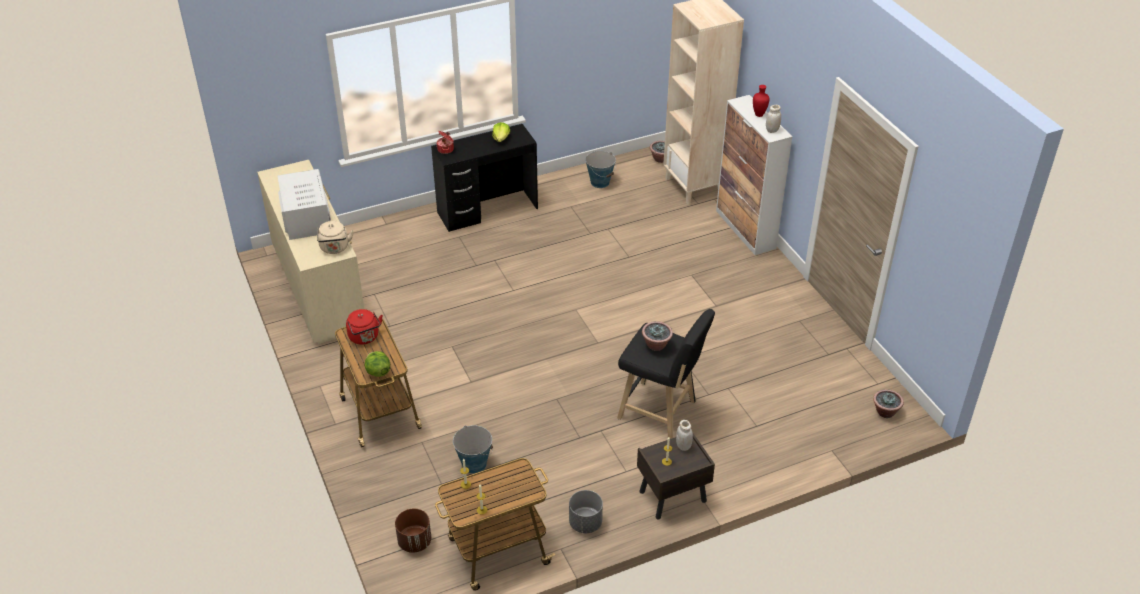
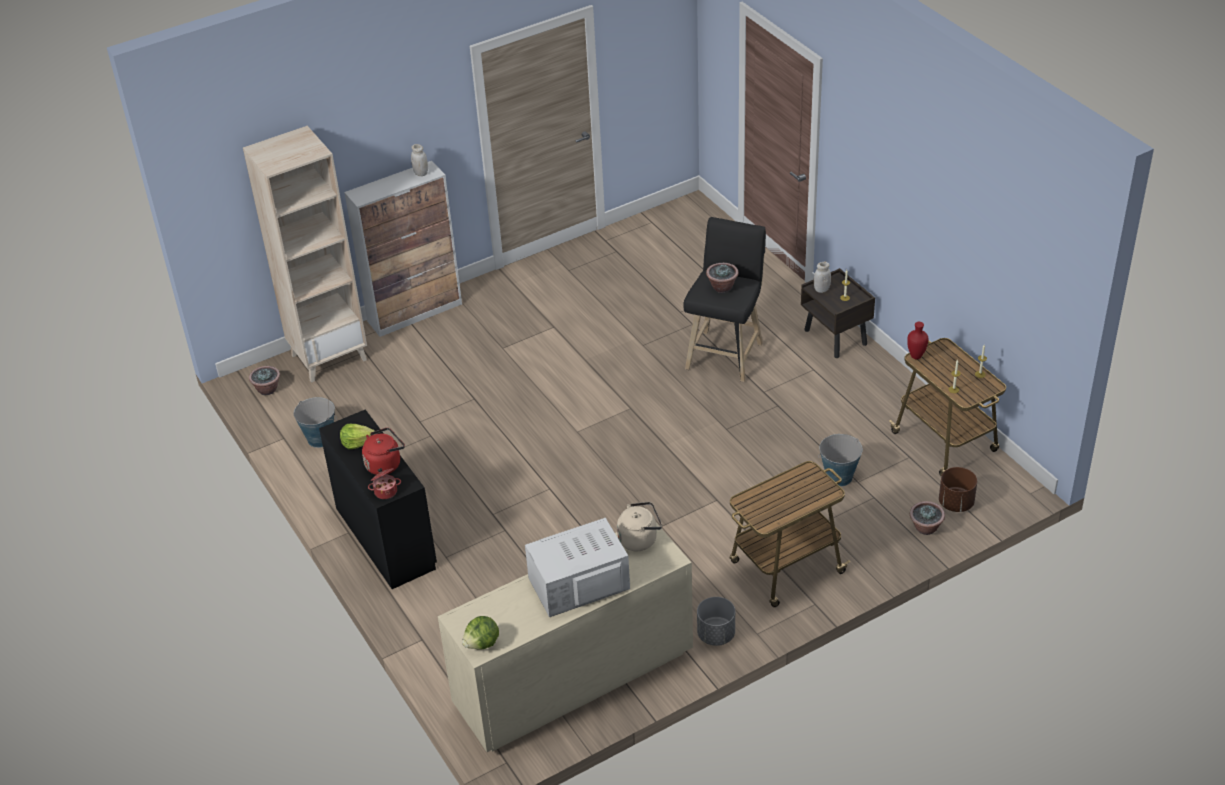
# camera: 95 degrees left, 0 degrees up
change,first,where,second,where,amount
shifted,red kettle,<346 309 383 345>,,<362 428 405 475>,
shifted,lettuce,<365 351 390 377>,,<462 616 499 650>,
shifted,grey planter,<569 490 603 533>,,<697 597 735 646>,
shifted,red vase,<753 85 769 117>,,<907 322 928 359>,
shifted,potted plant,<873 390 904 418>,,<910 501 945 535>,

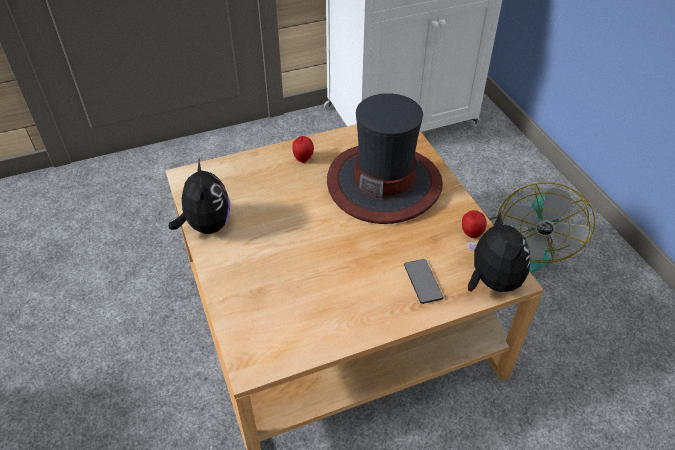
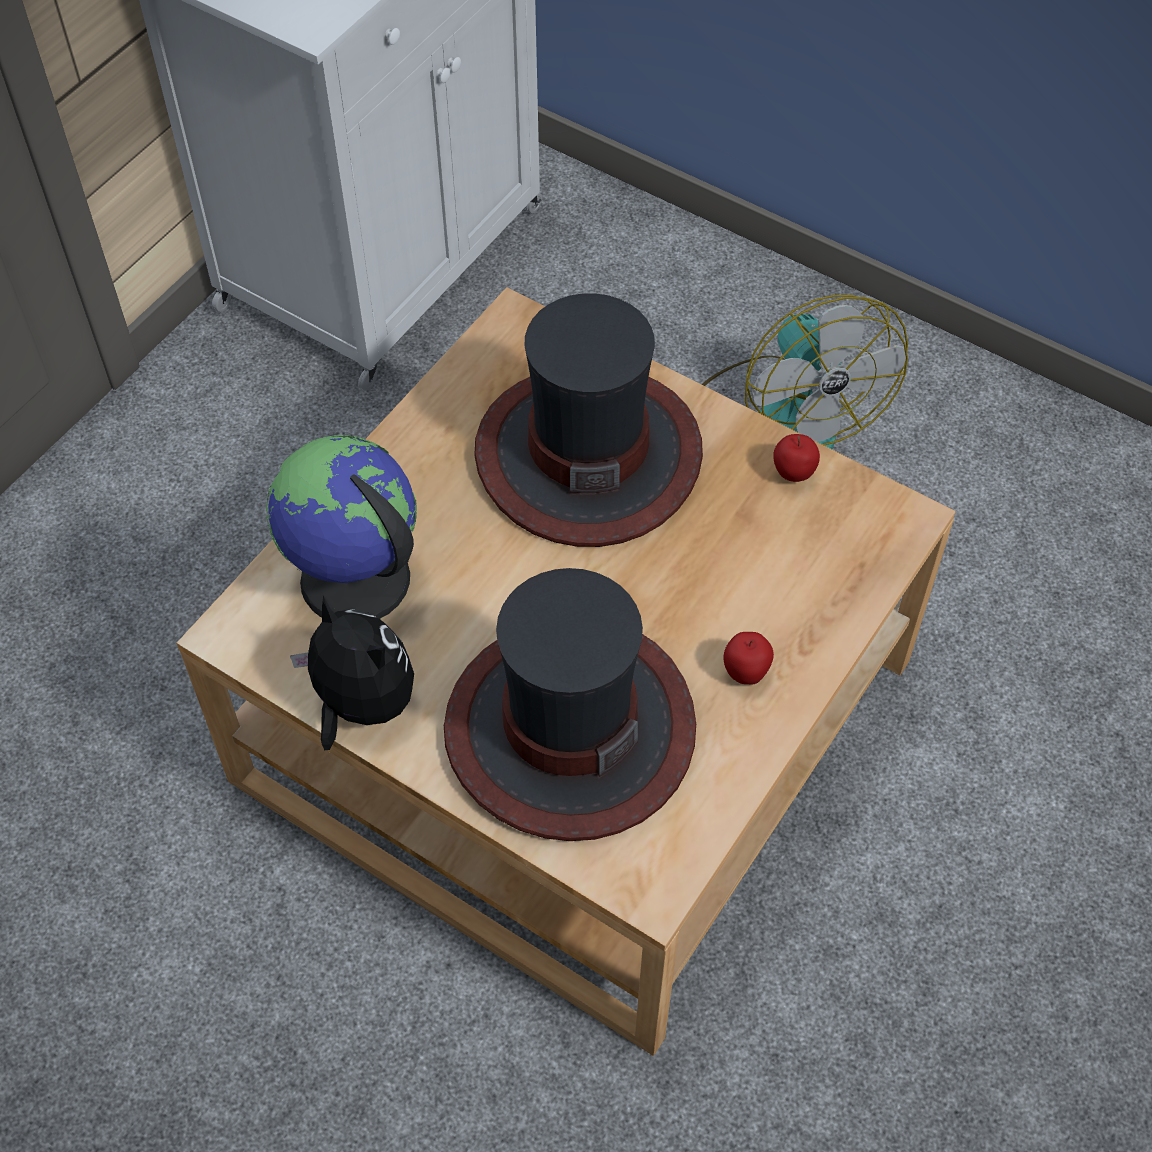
# camera: 35 degrees left, 10 degrees up
change,first,where,second,where,amount
new,,,globe,<266 435 417 619>,
new,,,hat,<444 568 696 841>,
shifted,apple,<292 136 314 163>,,<723 632 774 684>,
gone,phone,<404 259 443 304>,,,
gone,plush toy,<467 212 530 292>,,,

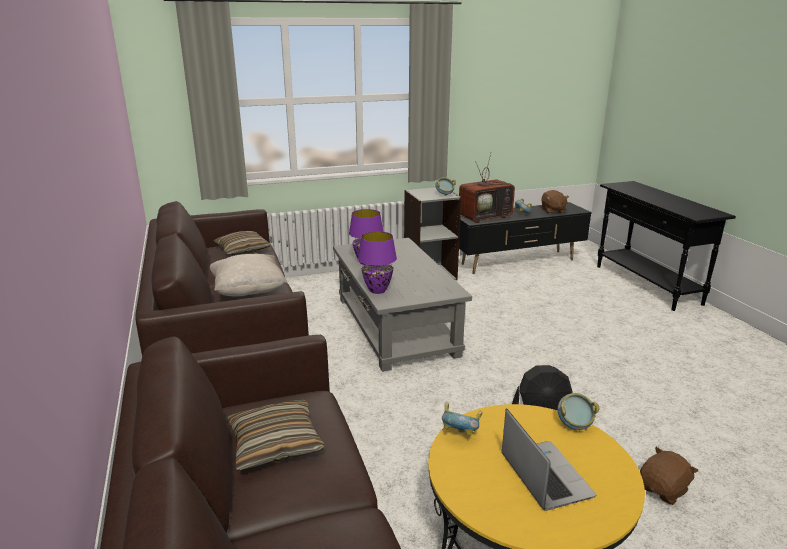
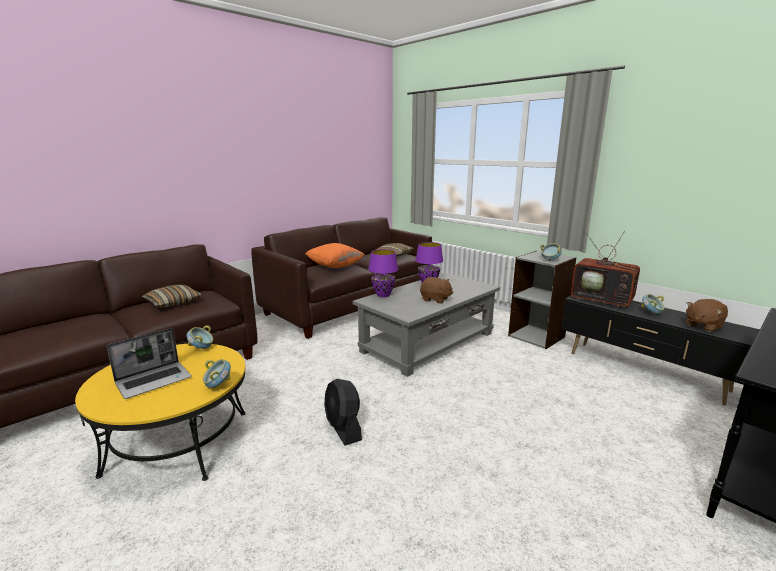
# camera: 65 degrees right, 5 degrees down
change,first,where,second,where,amount
repainted,beige pillow,<210 254 287 296>,orange pillow,<305 243 365 268>,
shifted,brown plush toy,<640 447 698 505>,,<420 277 454 304>,

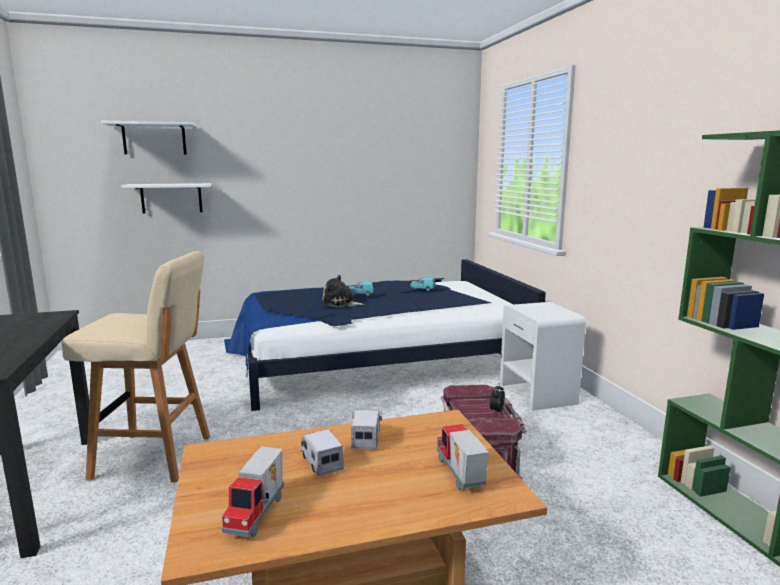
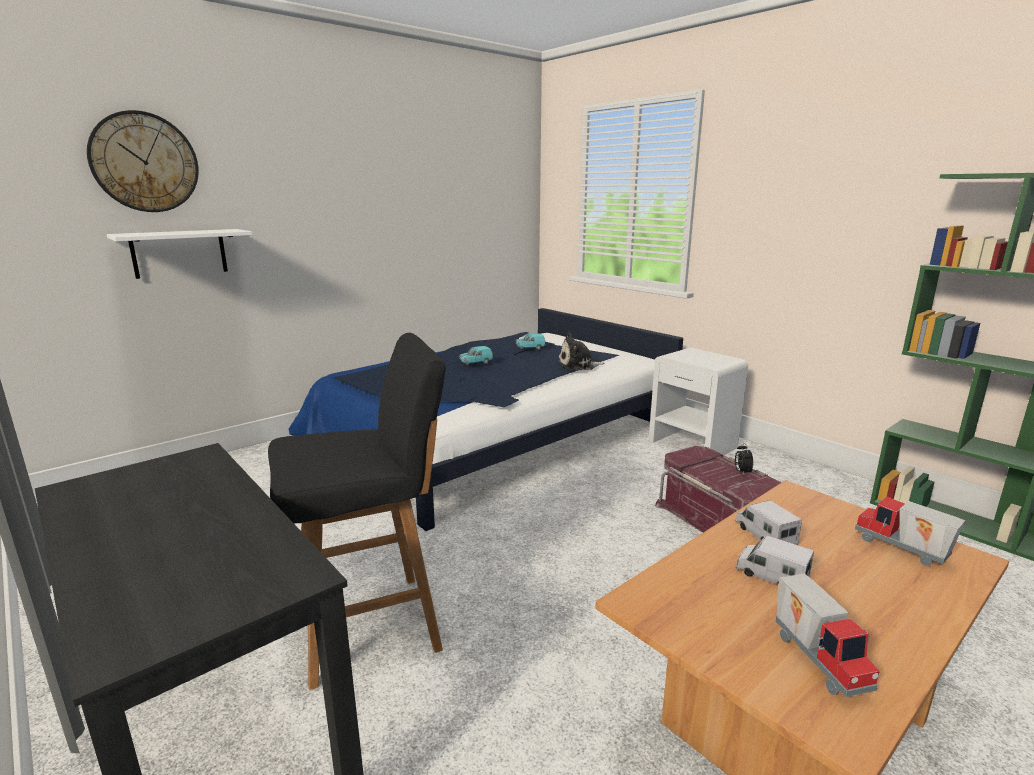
# camera: 25 degrees left, 5 degrees up
change,first,where,second,where,amount
swapped,white shelf,<101 121 196 155>,wall clock,<87 110 199 212>,
repainted,beige stool,<62 251 210 483>,black stool,<268 333 446 690>,
shifted,plush toy,<321 275 365 308>,,<558 332 605 370>,

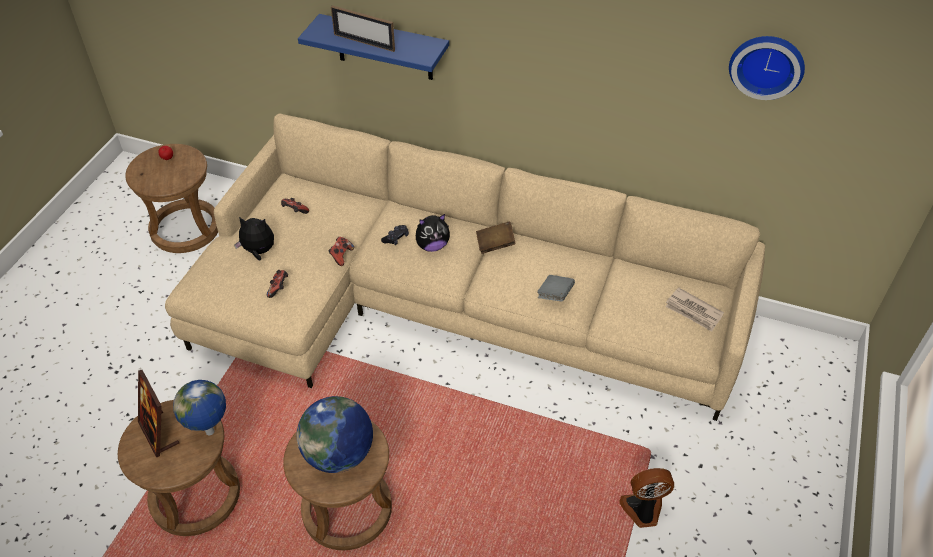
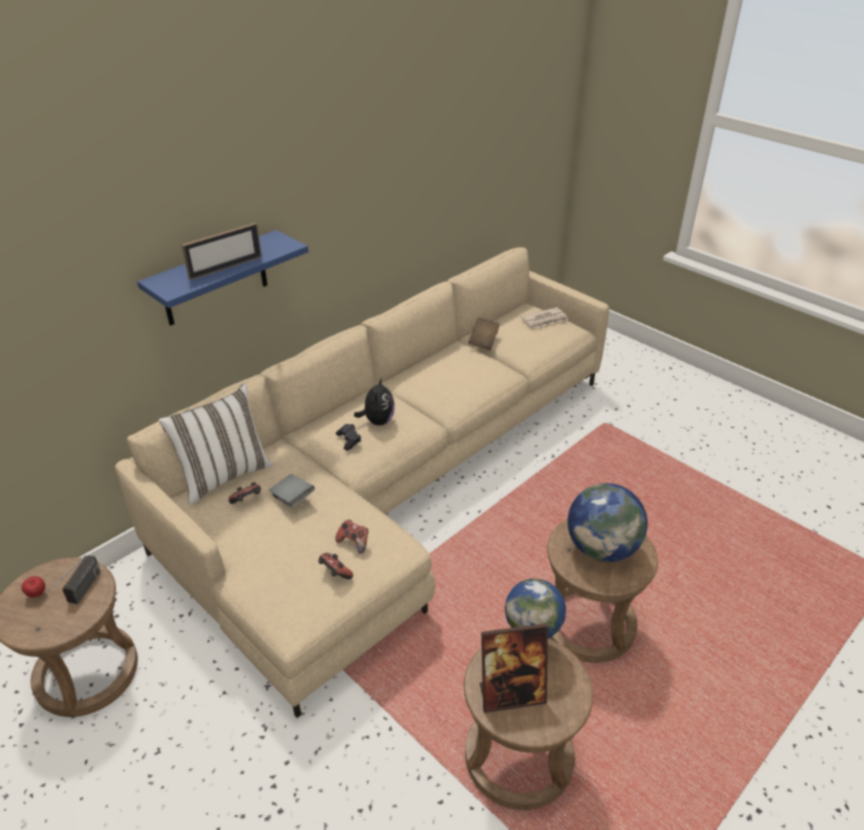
# camera: 65 degrees left, 10 degrees down
change,first,where,second,where,amount
new,,,radio,<43 555 101 604>,
new,,,white pillow,<158 384 273 505>,
shifted,grey book,<537 275 575 301>,,<269 474 315 508>,
shifted,game controller,<328 237 354 266>,,<318 553 353 579>,
shifted,brown book,<476 221 516 254>,,<468 318 500 350>,
gone,plush toy,<234 217 274 260>,,,
gone,fan,<620 468 674 528>,,,
gone,wall clock,<729 36 805 100>,,,

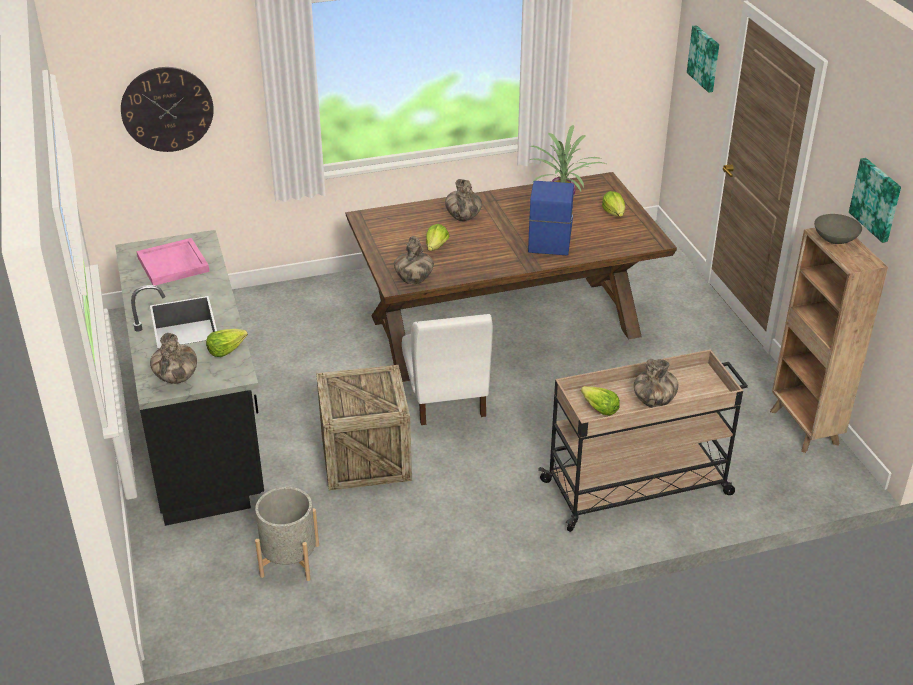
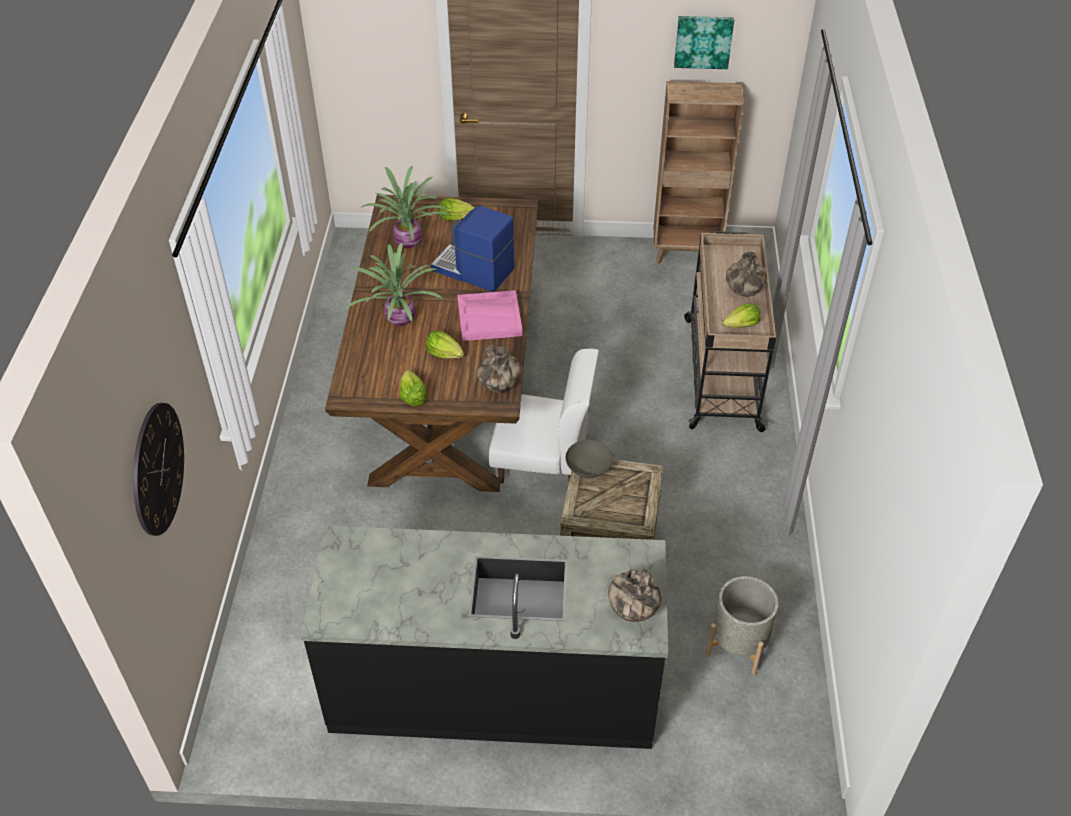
# camera: 70 degrees left, 10 degrees up
change,first,where,second,where,amount
swapped,vase,<445 179 482 221>,potted plant,<344 243 443 326>,
shifted,lettuce,<206 329 248 357>,,<400 370 428 406>,
shifted,pink tray,<137 238 210 286>,,<457 290 523 341>,
shifted,grey bowl,<814 214 862 244>,,<566 440 613 478>,
gone,picture,<687 25 719 93>,,,

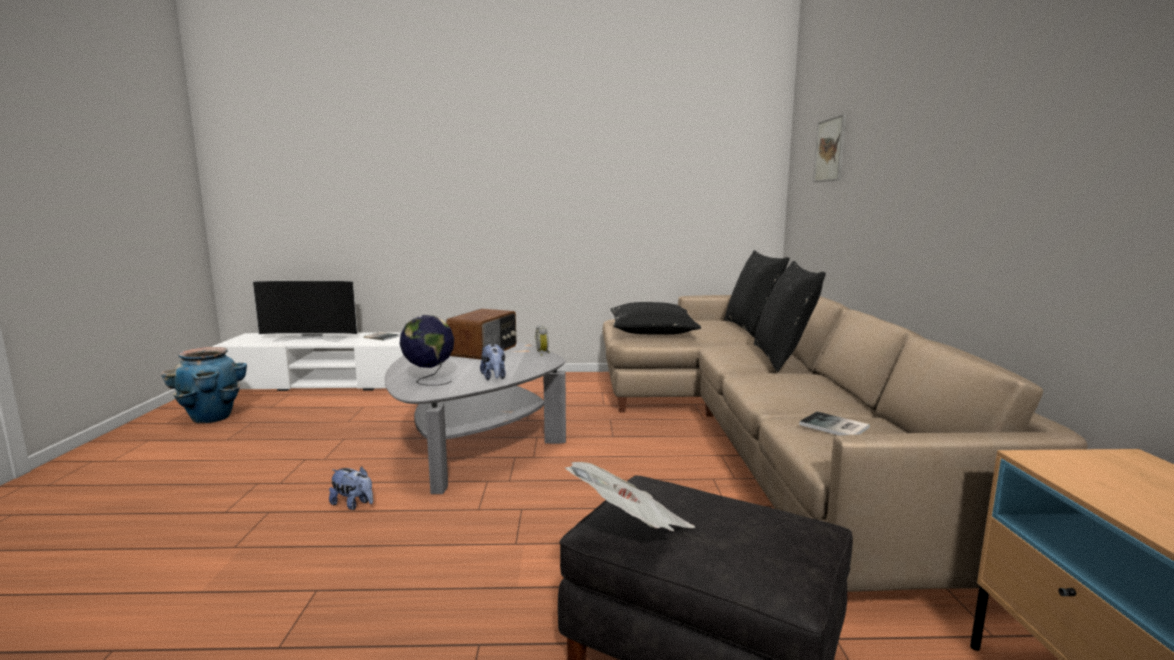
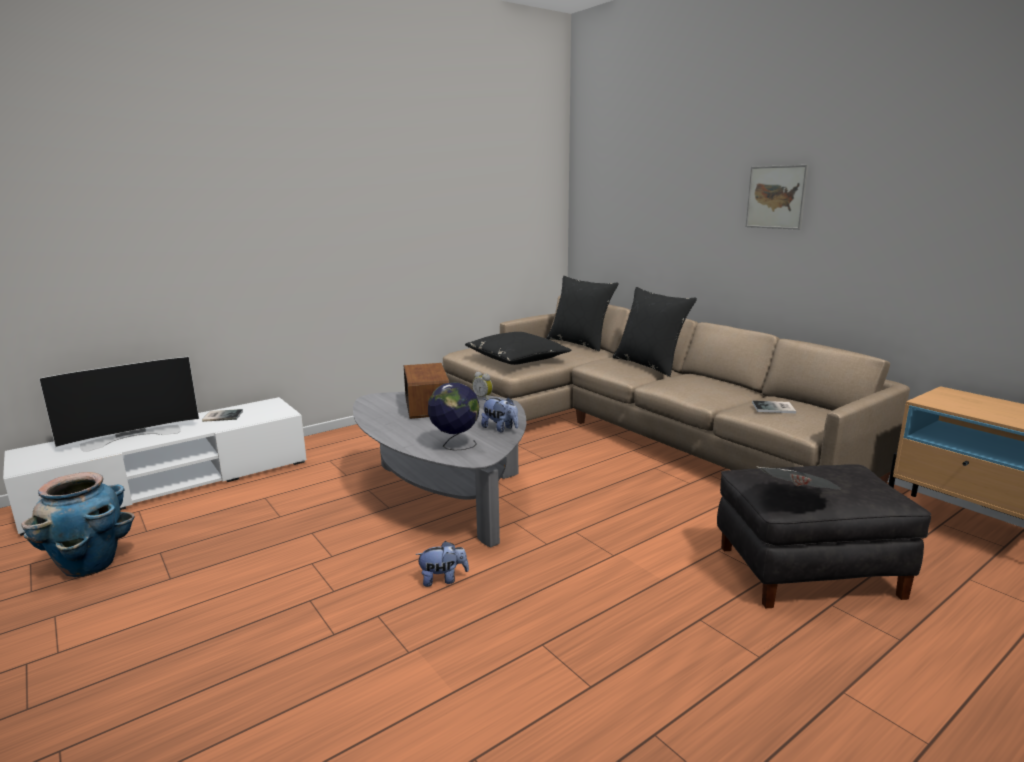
# camera: 35 degrees left, 5 degrees up
change,first,where,second,where,amount
shifted,picture,<813 114 846 182>,,<746 165 808 230>,

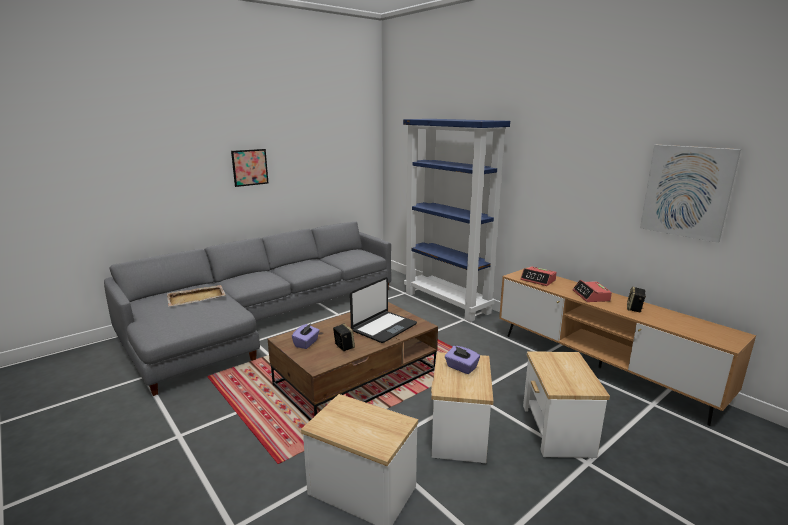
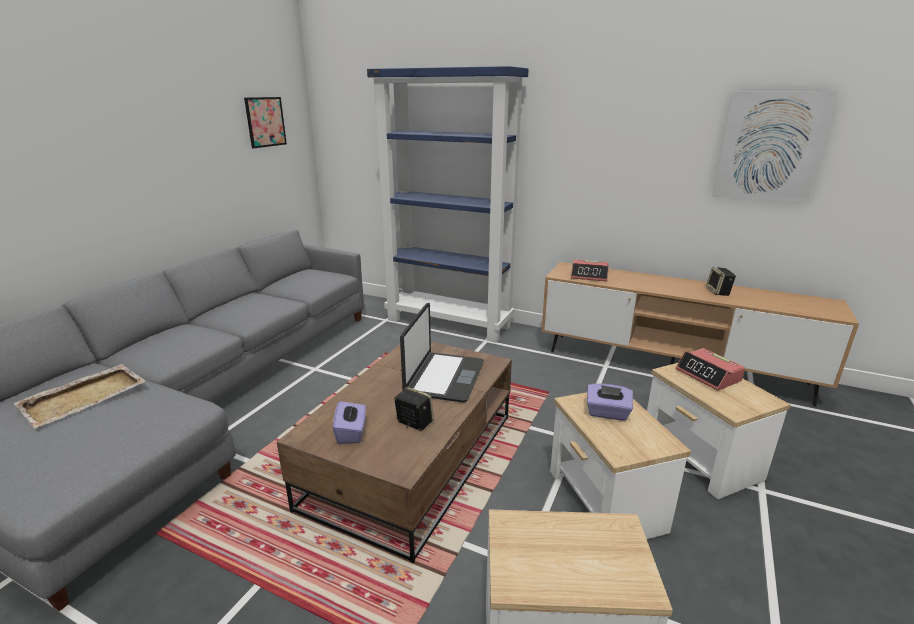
# camera: 25 degrees left, 5 degrees up
change,first,where,second,where,amount
shifted,picture,<231 149 268 187>,,<244 97 287 148>,
shifted,alarm clock,<573 280 612 302>,,<676 348 745 391>,

